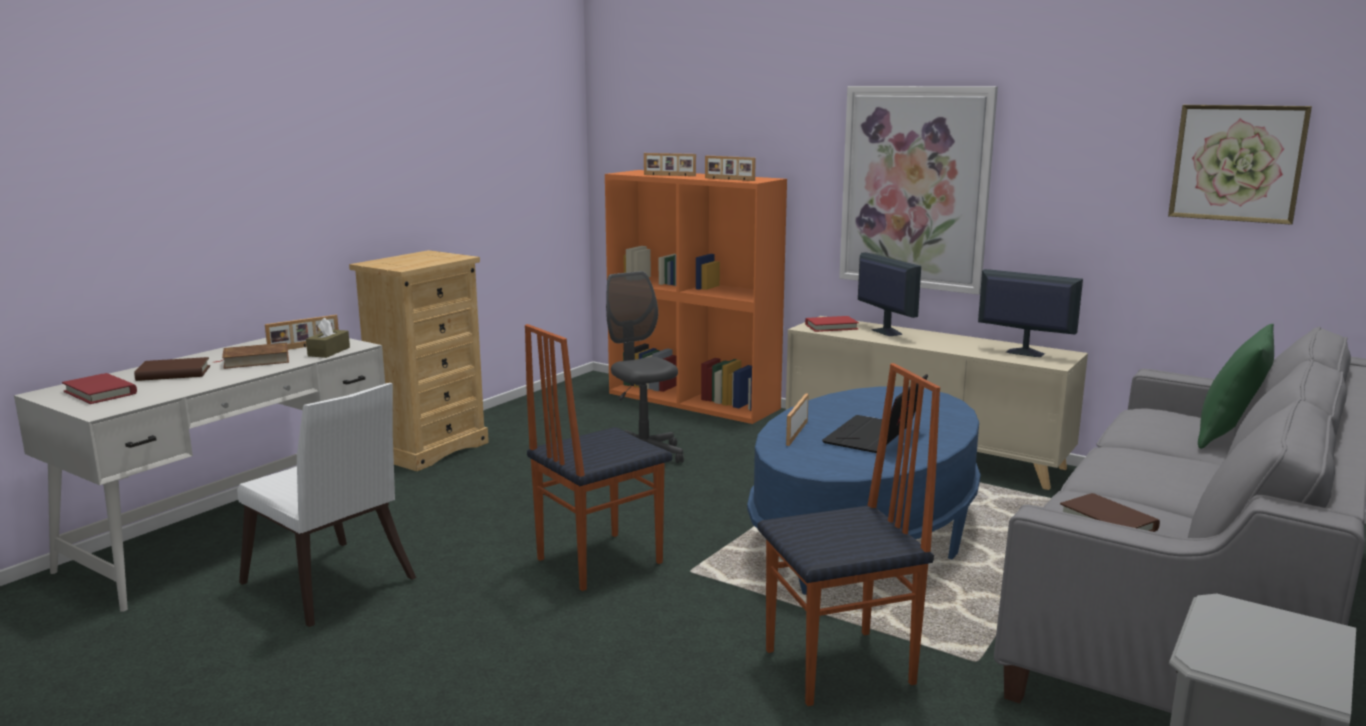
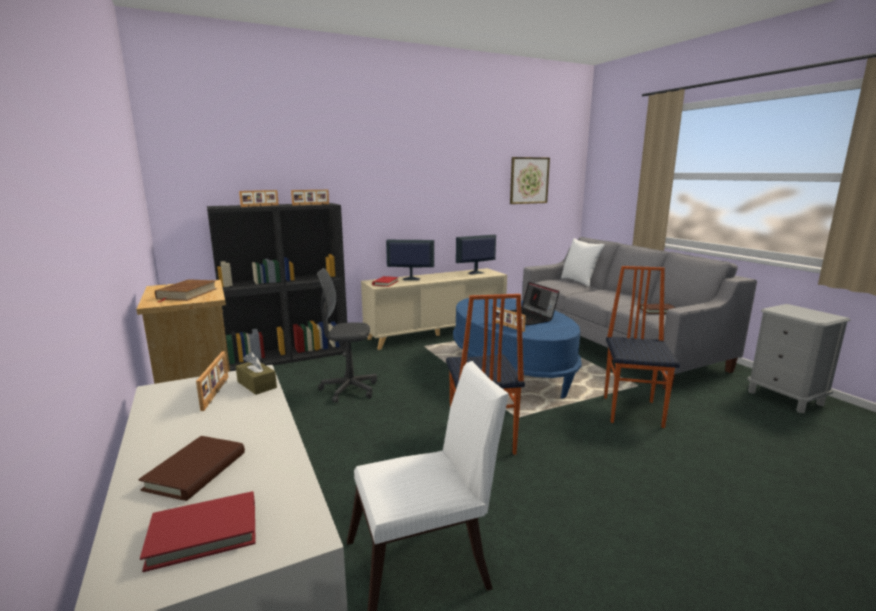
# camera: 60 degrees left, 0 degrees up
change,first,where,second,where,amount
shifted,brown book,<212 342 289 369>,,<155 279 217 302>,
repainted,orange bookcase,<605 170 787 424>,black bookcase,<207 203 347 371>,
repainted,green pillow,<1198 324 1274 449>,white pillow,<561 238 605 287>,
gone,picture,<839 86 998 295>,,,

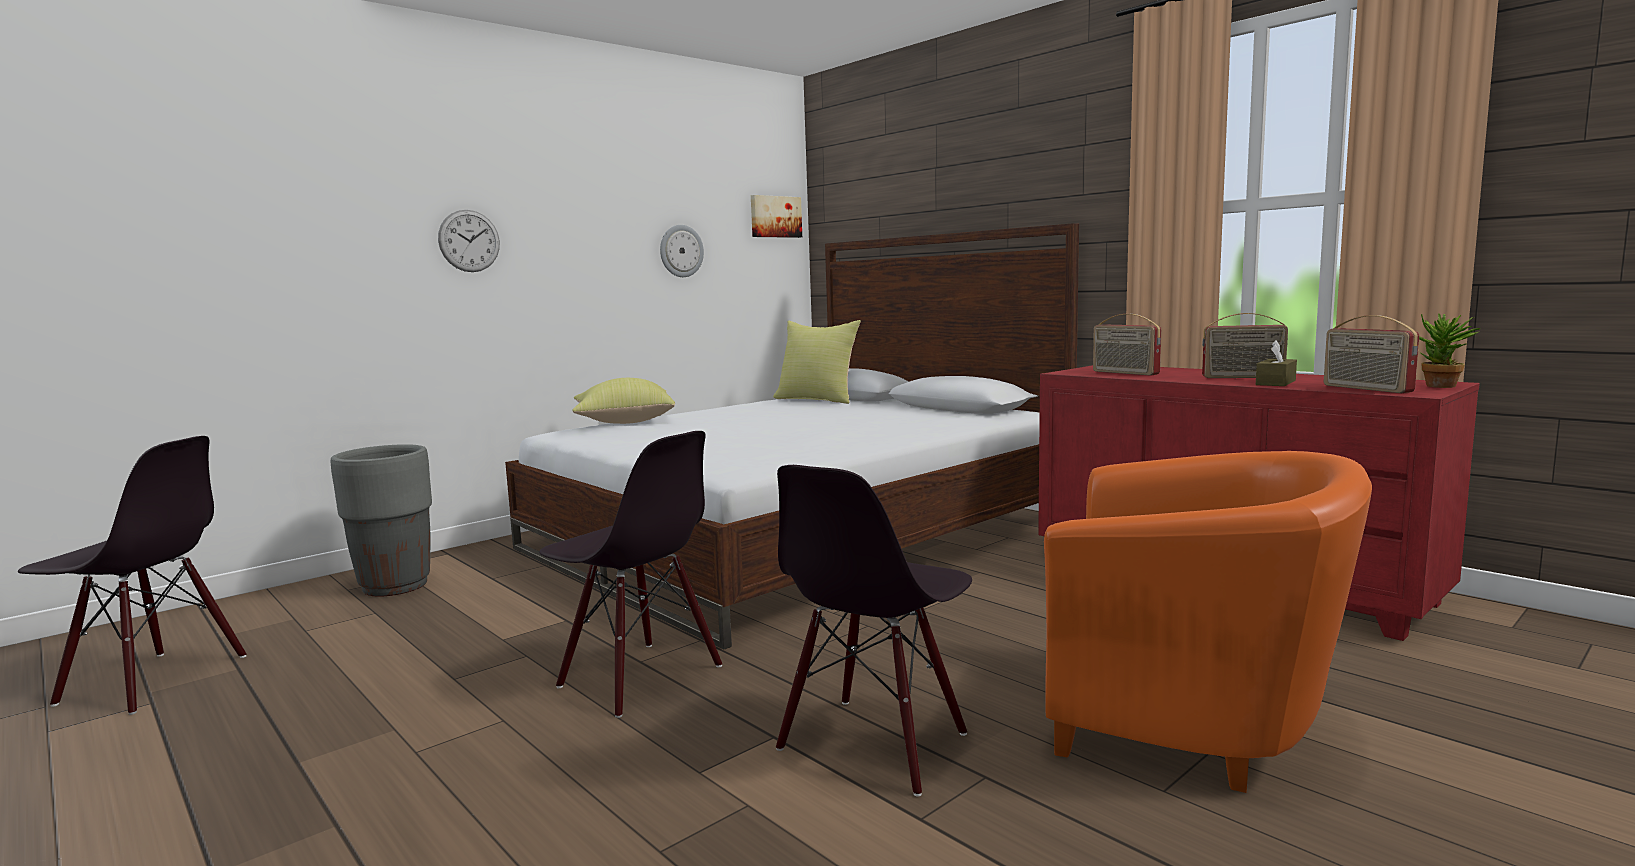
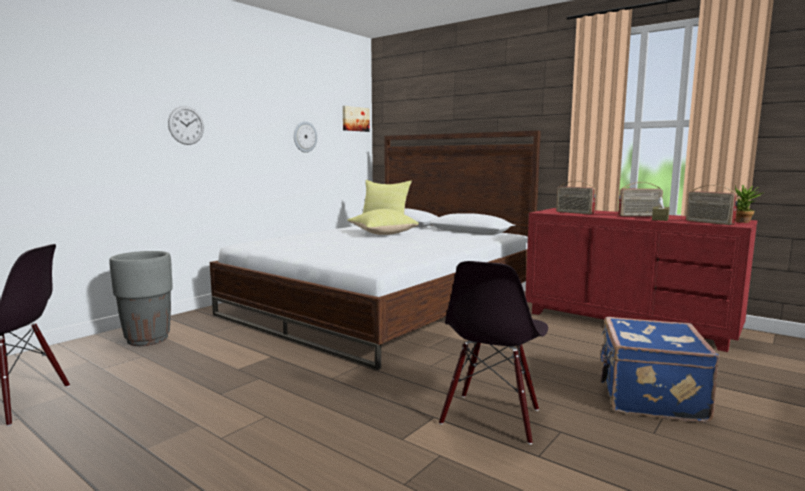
# camera: 10 degrees left, 0 degrees up
change,first,where,second,where,amount
shifted,yellow pillow,<572 378 675 424>,,<347 209 419 235>,
swapped,orange armchair,<1044 451 1372 793>,blue suitcase,<600 317 719 423>,
gone,black chair,<539 431 722 718>,,,

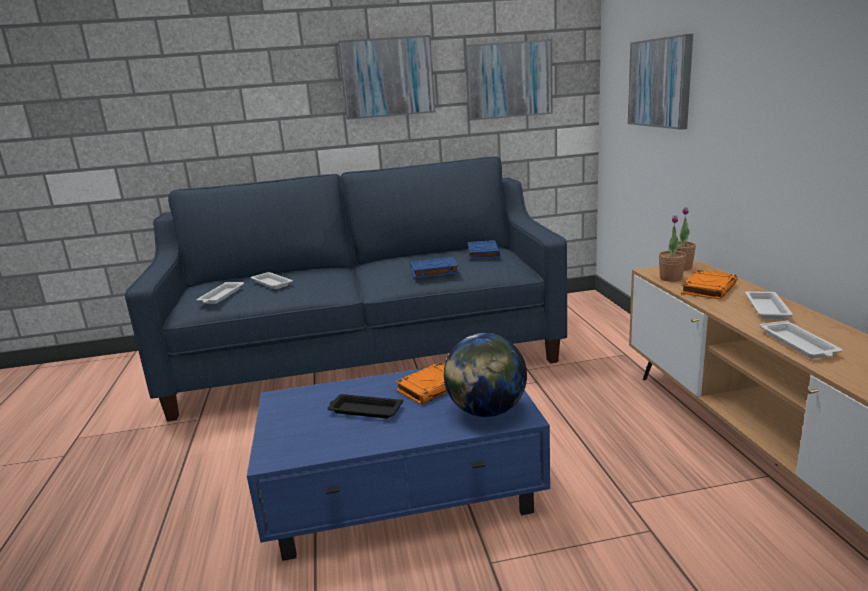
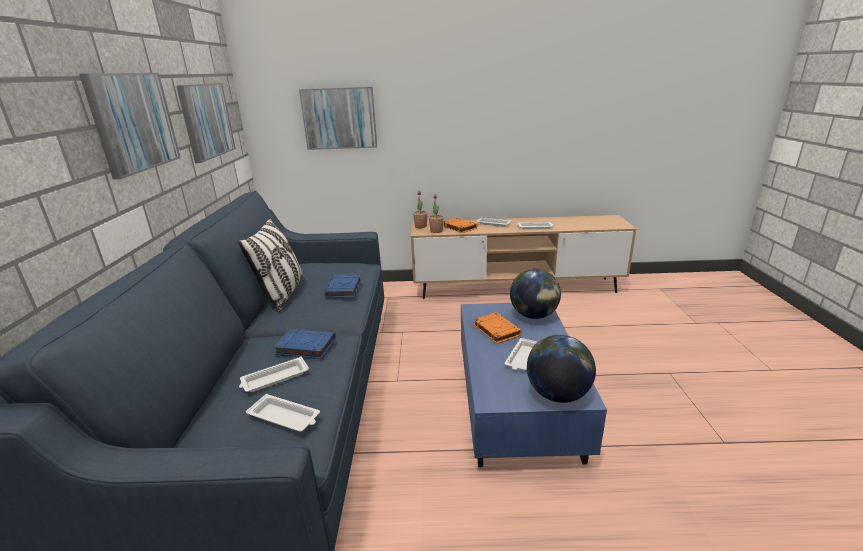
# camera: 80 degrees left, 5 degrees up
change,first,where,second,where,amount
new,,,pillow,<238 218 303 312>,
shifted,blue book,<468 240 500 260>,,<273 329 336 359>,
repainted,black tray,<328 394 403 418>,white tray,<504 338 537 371>,
new,,,globe,<527 335 596 403>,

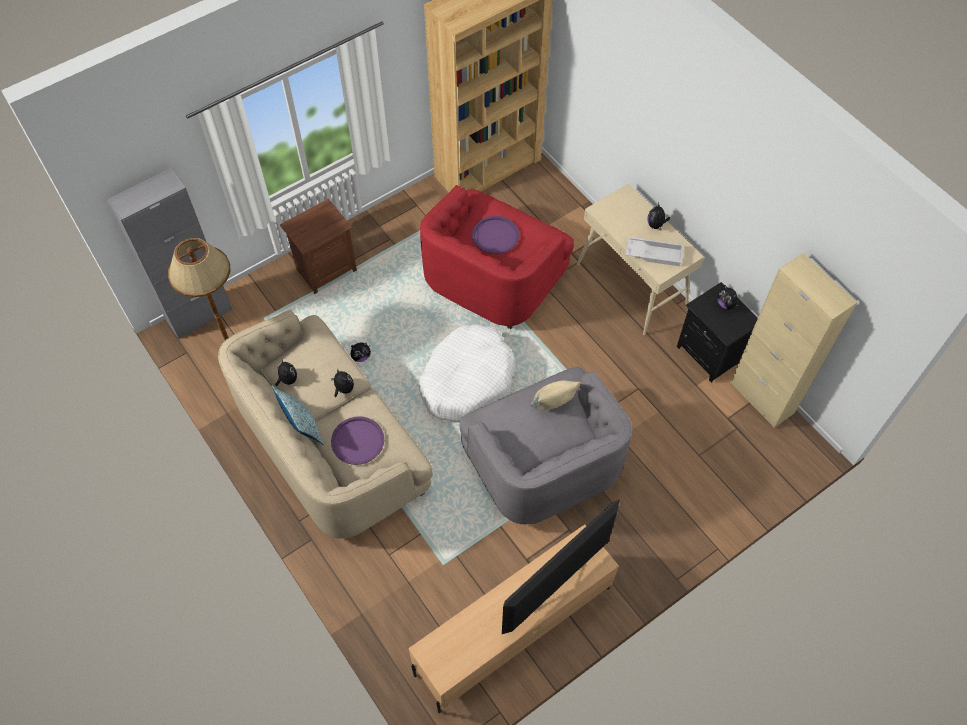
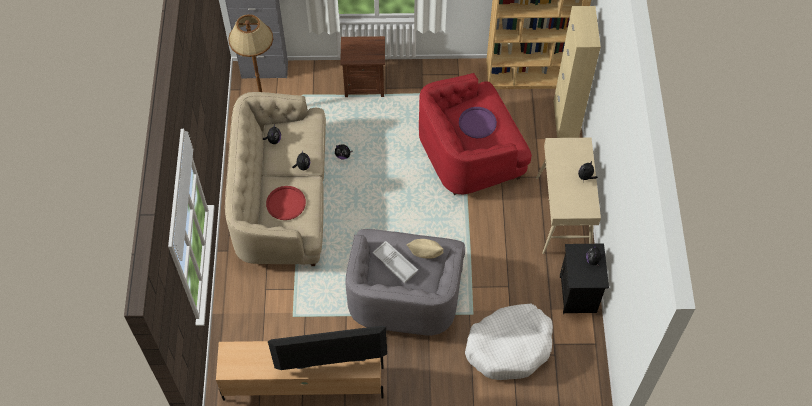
# camera: 35 degrees right, 0 degrees up
change,first,where,second,where,amount
repainted,purple tray,<331 416 384 465>,red tray,<266 186 306 220>,
shifted,white tray,<626 237 684 266>,,<372 241 418 283>,
shifted,white dog bed,<418 324 515 422>,,<465 304 553 380>,
shifted,beige cabinet,<731 253 857 428>,,<554 6 601 138>,
gone,pillow,<272 386 324 445>,,,

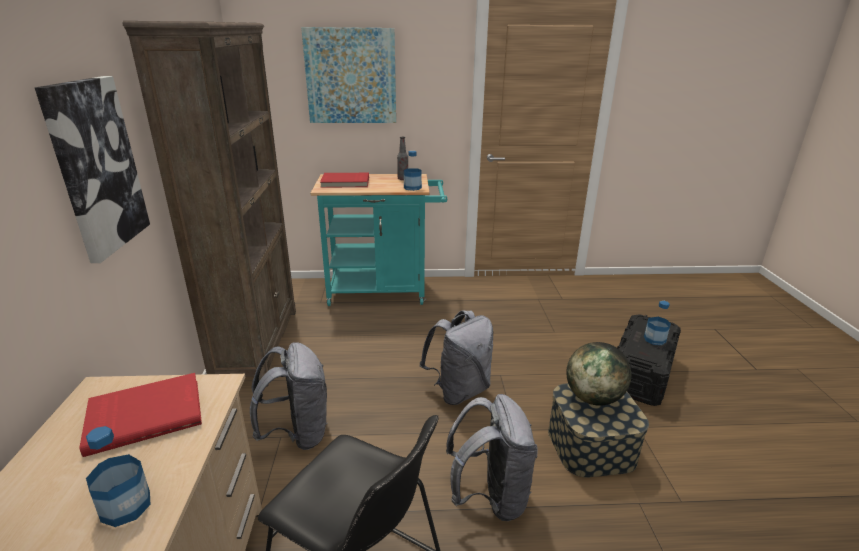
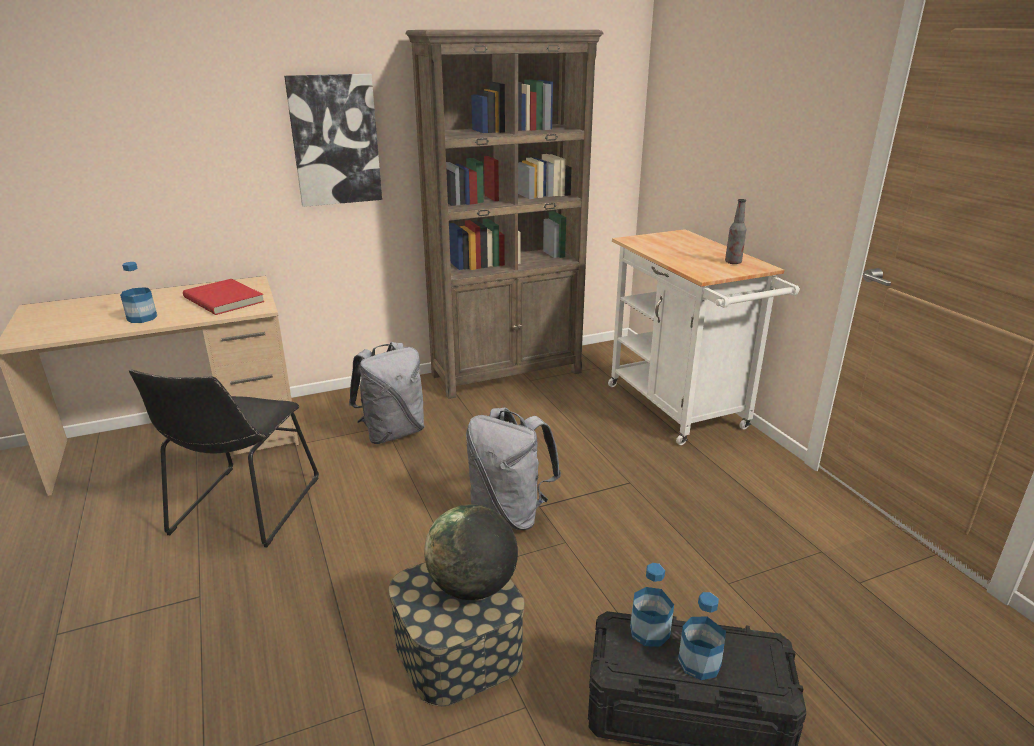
# camera: 70 degrees right, 0 degrees up
change,first,where,second,where,amount
repainted,turquoise cart,<310 174 447 306>,white cart,<608 229 800 445>,
shifted,bottle,<404 151 422 191>,,<630 563 674 646>,
gone,picture,<301 27 396 123>,,,
gone,red book,<320 173 369 188>,,,
gone,grey backpack,<446 394 538 521>,,,

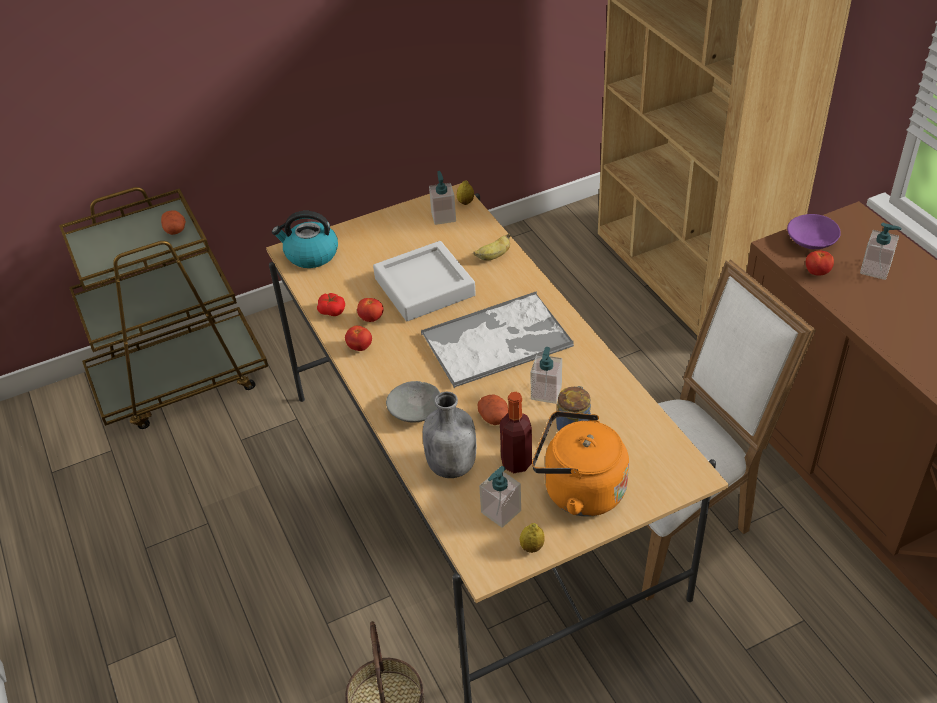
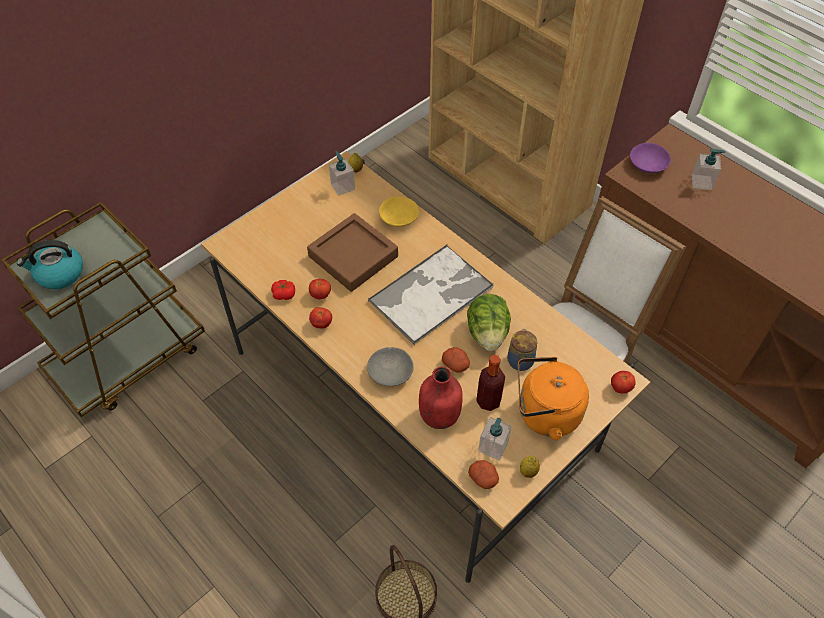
# camera: 20 degrees left, 10 degrees up
change,first,where,second,where,amount
shifted,kettle,<272 211 338 268>,,<17 240 83 289>,
repainted,grey tray,<373 241 476 321>,brown tray,<307 213 398 292>,
swapped,banana,<473 234 510 261>,yellow bowl,<379 197 419 227>,
repainted,grey bottle,<423 392 476 478>,red bottle,<419 367 463 429>,
swapped,soap dispenser,<530 347 562 404>,lettuce,<467 294 511 351>,
shifted,potato,<161 210 186 235>,,<468 460 499 489>,
shifted,tomato,<806 251 834 276>,,<611 371 636 394>,

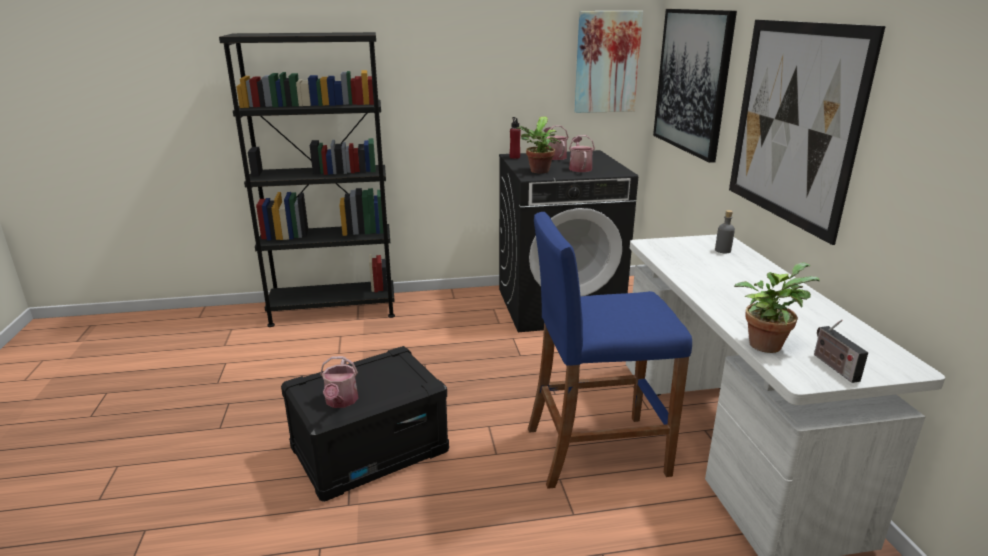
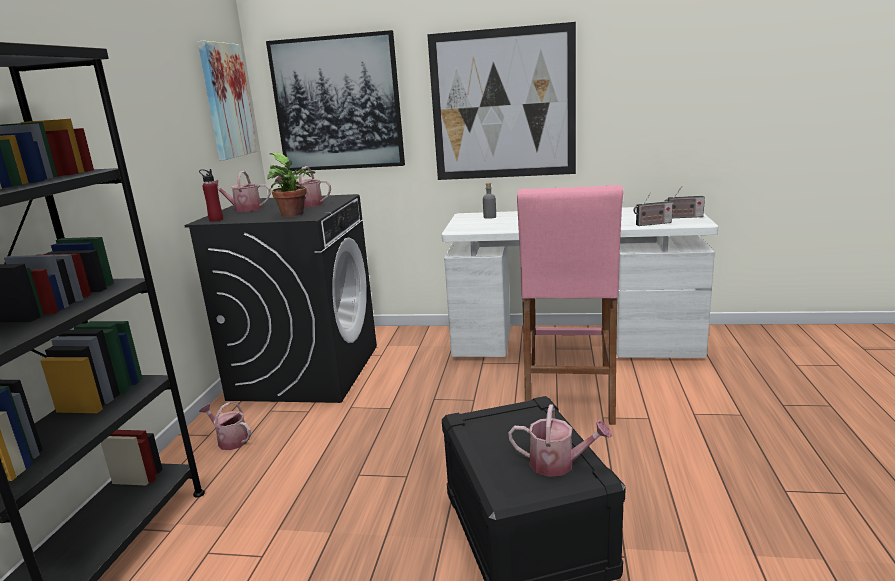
# camera: 70 degrees left, 5 degrees down
change,first,where,second,where,amount
new,,,watering can,<199 402 251 450>,
repainted,blue stool,<528 212 692 489>,pink stool,<517 185 623 425>,
swapped,potted plant,<734 262 820 353>,radio,<634 192 673 226>,

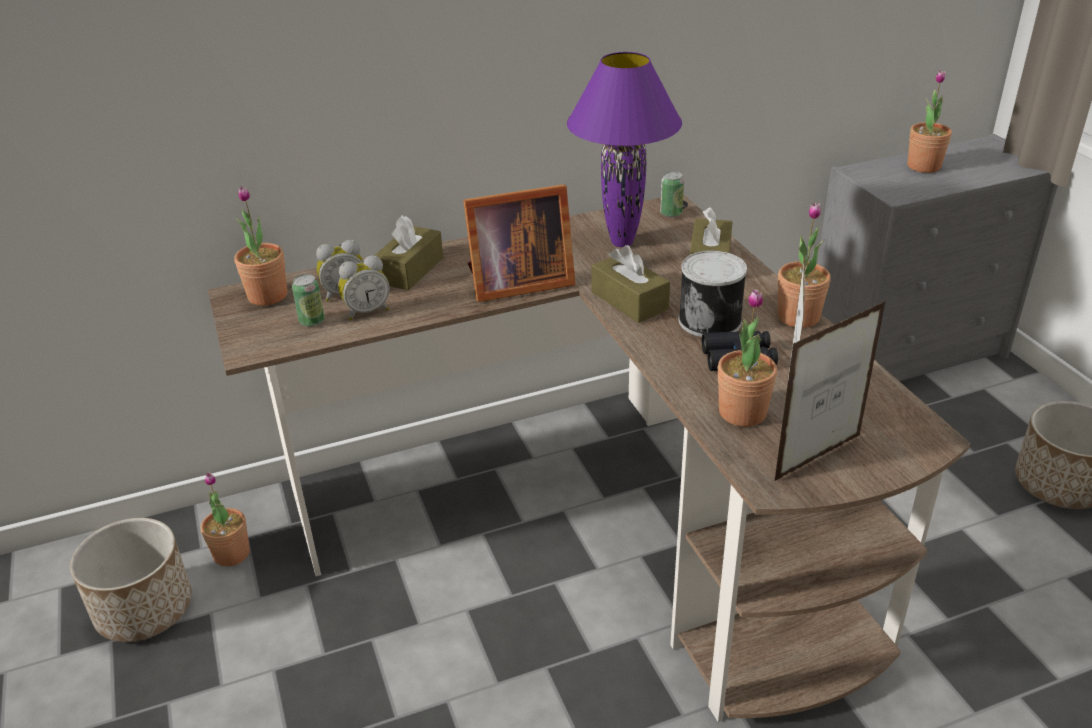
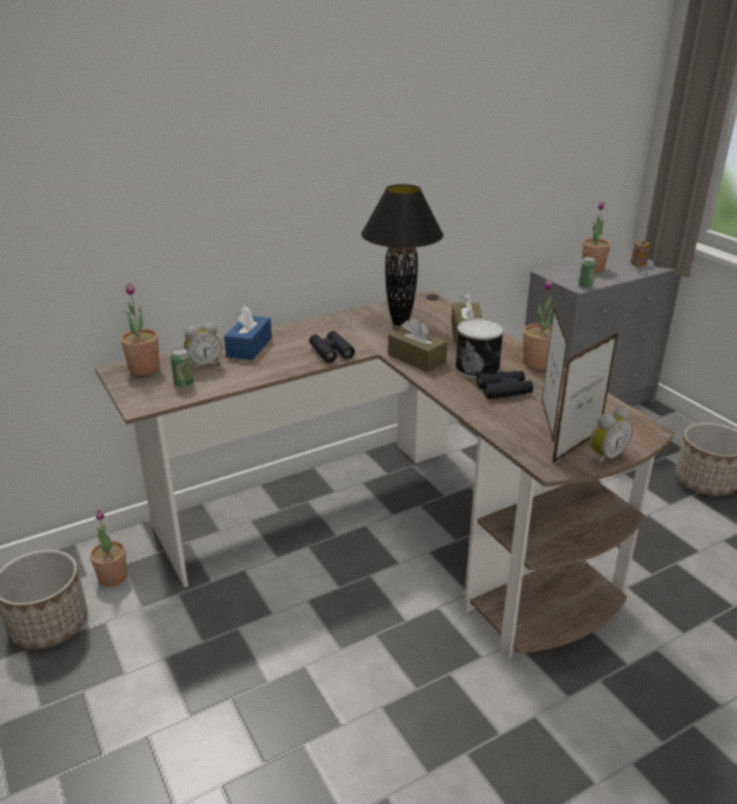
# camera: 10 degrees left, 5 degrees down
change,first,where,second,where,amount
repainted,brown tissue box,<374 215 443 290>,blue tissue box,<224 305 272 360>,
swapped,picture frame,<463 184 576 302>,black binoculars,<309 331 355 363>,
repainted,purple table lamp,<567 52 682 247>,black table lamp,<361 184 443 326>,
shifted,can,<660 171 684 217>,,<578 257 596 288>,
shifted,alarm clock,<338 255 390 320>,,<590 407 633 466>,
new,,,mug,<630 241 649 266>,
gone,potted plant,<718 289 777 427>,,,

